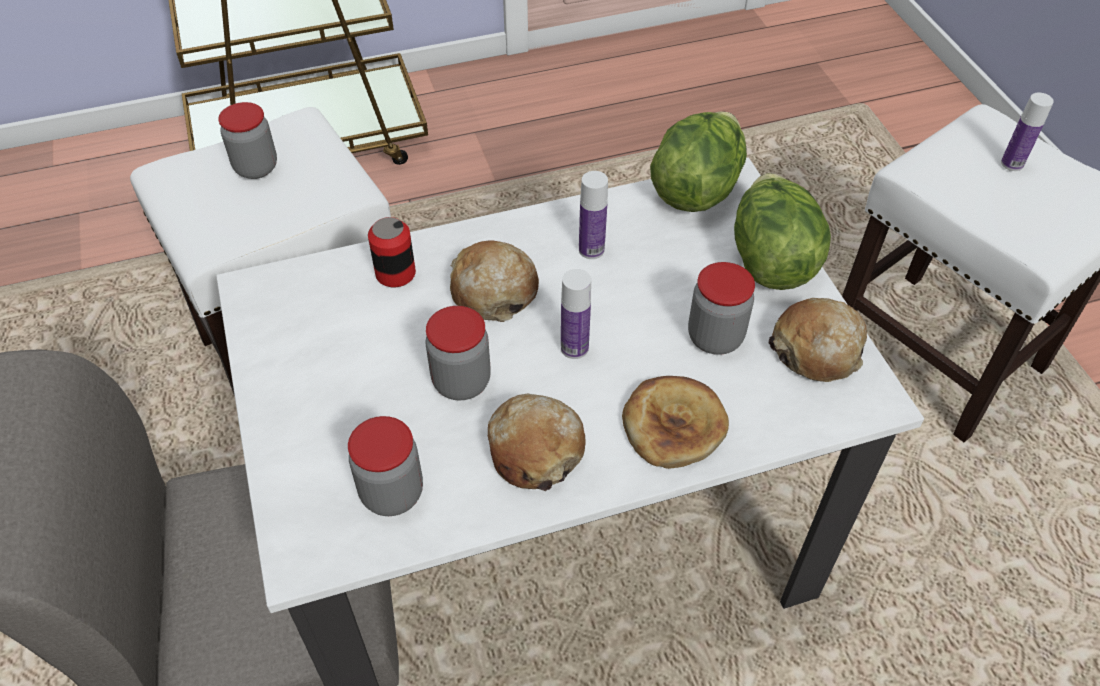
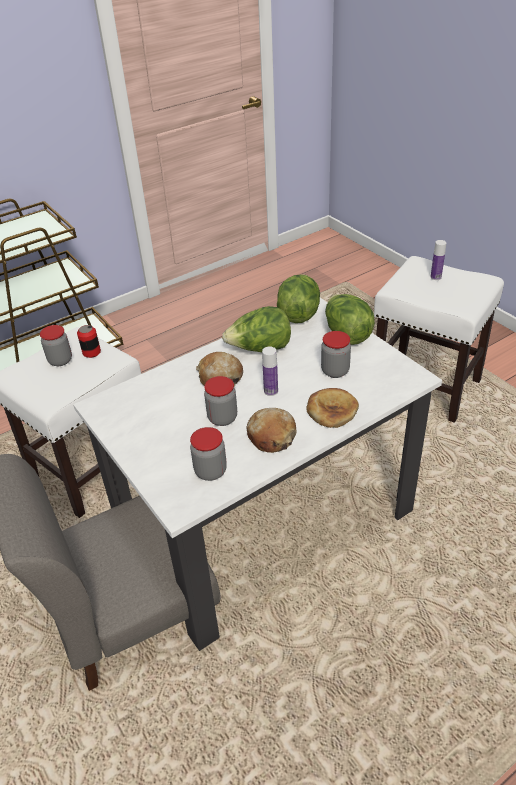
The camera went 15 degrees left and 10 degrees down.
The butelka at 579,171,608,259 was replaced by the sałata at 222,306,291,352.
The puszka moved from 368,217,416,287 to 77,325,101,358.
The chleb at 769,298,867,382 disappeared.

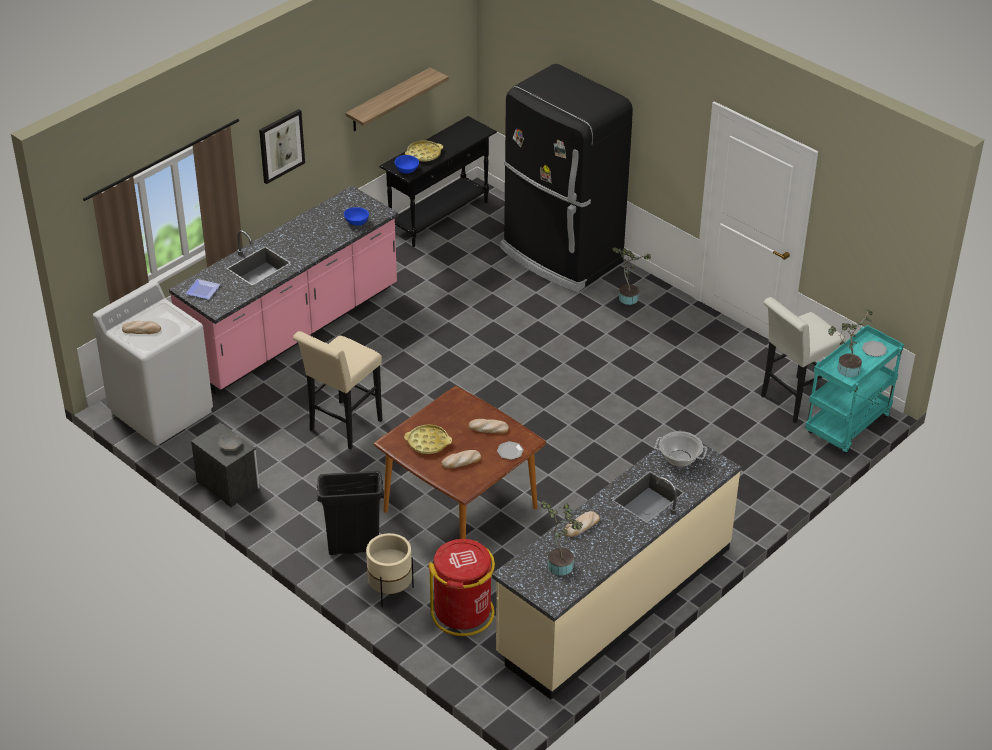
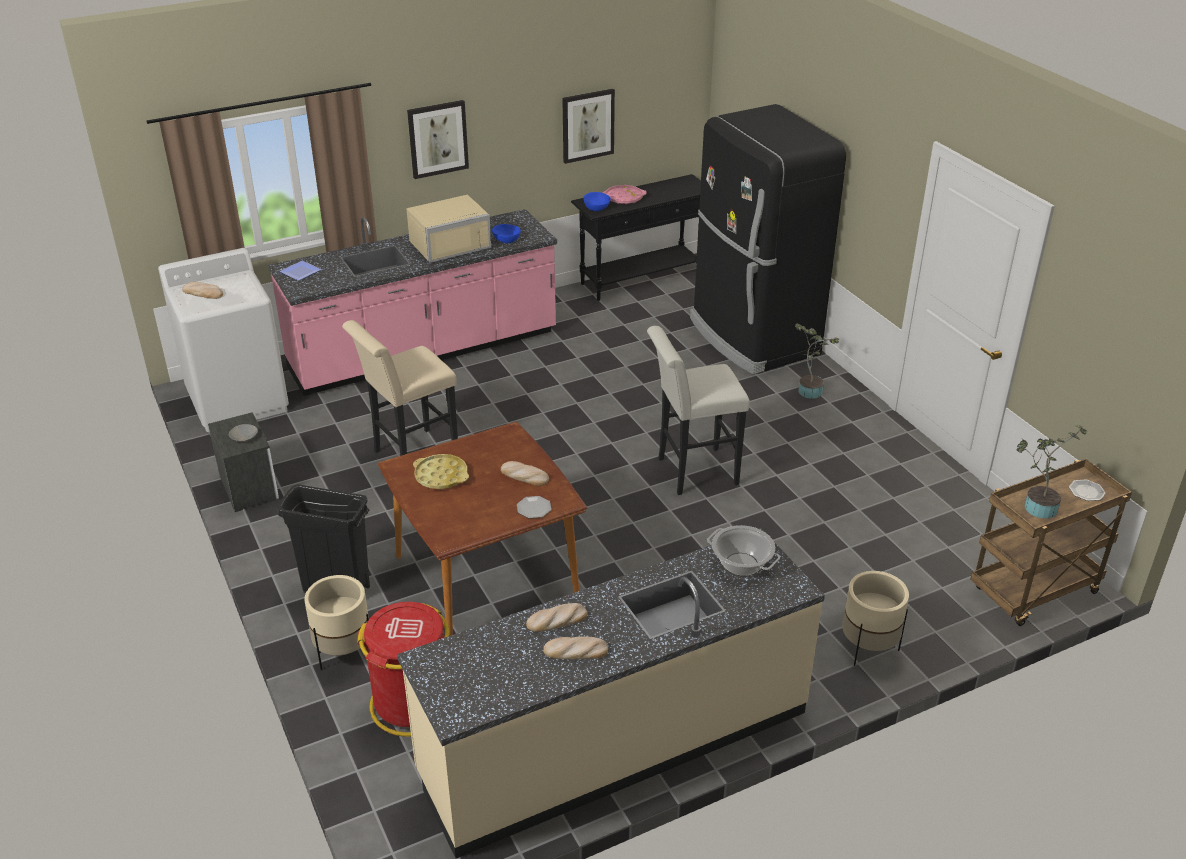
The camera went 20 degrees right and 5 degrees down.
The półka at 346,67,449,131 was replaced by the obraz at 562,89,615,164.
The taca/żółty at 405,141,443,162 became the taca/różowy at 602,185,647,204.
The stołek/biały moved from 761,297,846,423 to 647,326,750,495.
The wózek/turkusowy at 805,325,904,454 became the wózek/brązowy at 970,459,1132,626.
The chleb moved from 441,450,481,468 to 543,636,608,659.
The roślina doniczkowa at 541,500,583,576 disappeared.
The mikrofalówka/beżowy at 406,194,491,263 appeared.
The donica/beżowy at 842,571,909,666 appeared.

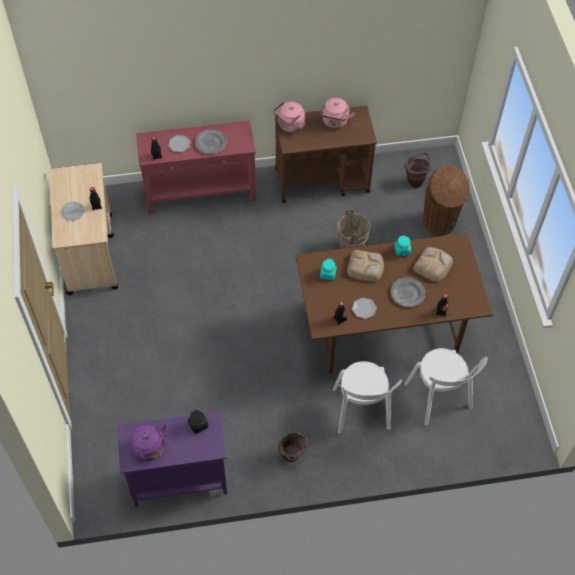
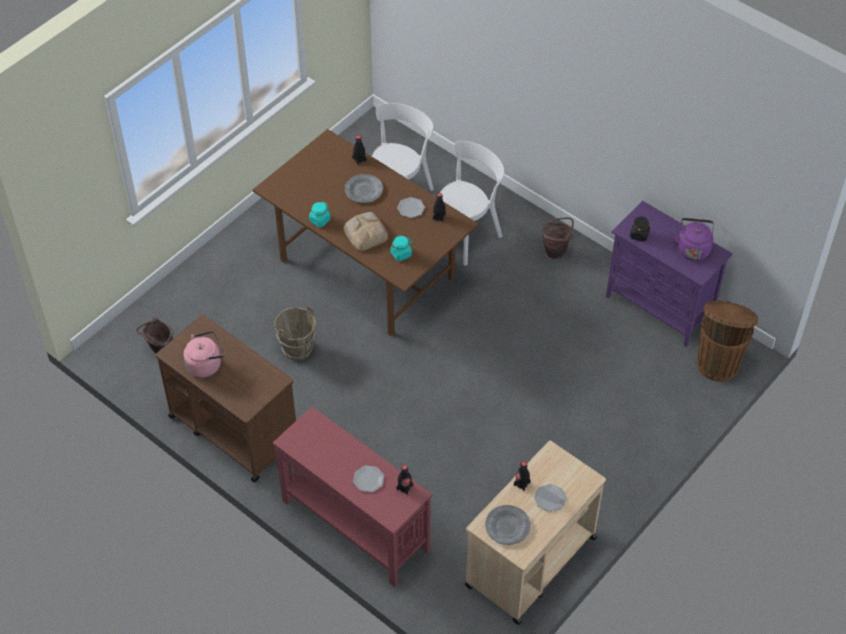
The camera went 130 degrees left and 5 degrees down.
The czajnik/różowy at 273,102,305,132 disappeared.
The talerz/szary moved from 195,129,227,154 to 485,505,530,545.
The kosz na śmieci/brązowy moved from 423,166,470,236 to 697,301,758,381.
The chleb at 413,247,453,282 disappeared.

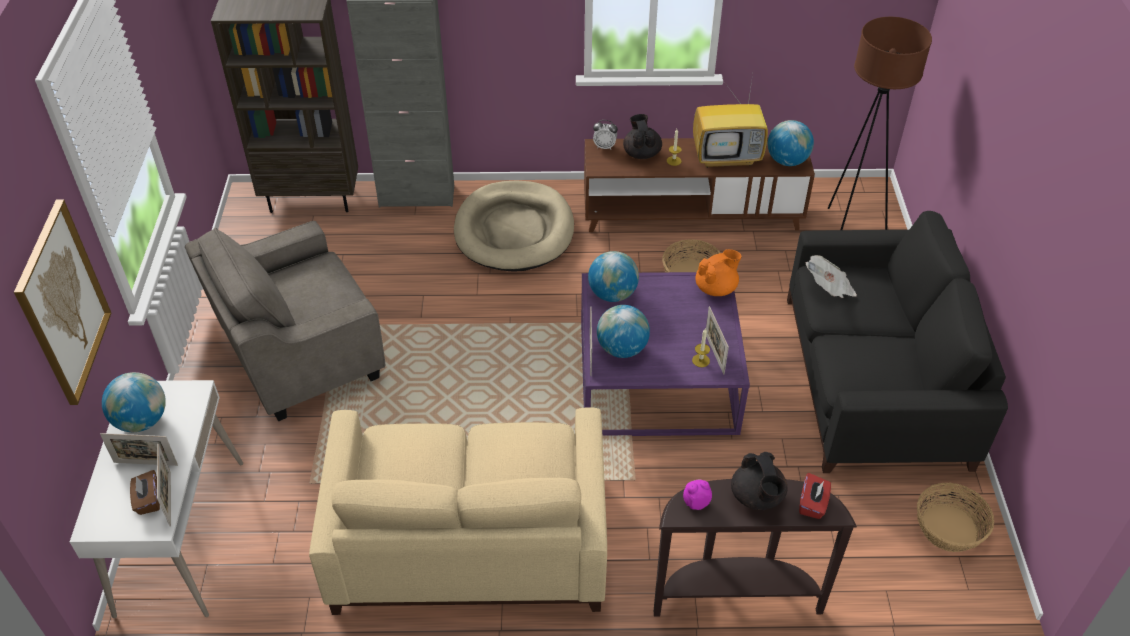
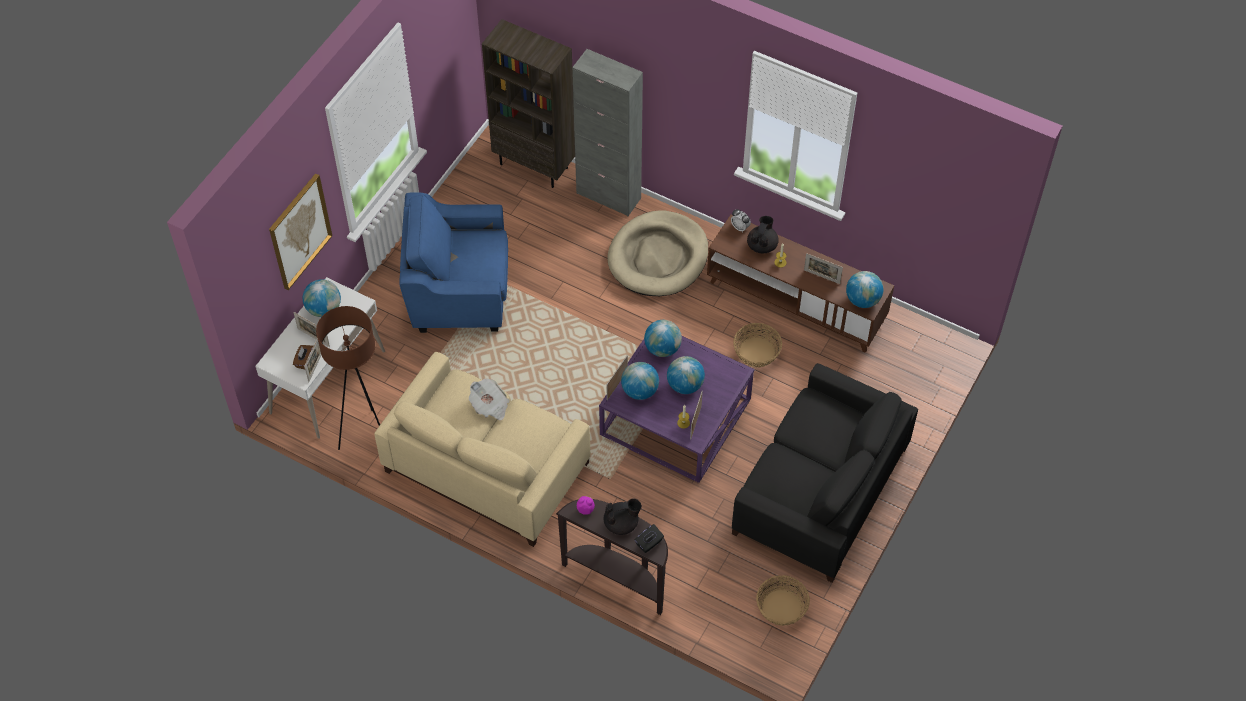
The camera went 30 degrees right and 10 degrees up.
The lampa stojąca/brązowy moved from 828,17,932,230 to 316,306,380,450.
The telewizor at 693,74,768,168 was replaced by the ramka na zdjęcie at 804,253,843,284.
The fotel/szary at 185,221,386,422 became the fotel/niebieski at 399,192,508,333.
The imbryk/pomarańczowy at 695,249,742,296 disappeared.
The gazeta moved from 806,255,857,298 to 469,379,509,420.
The imbryk/czarny at 731,452,788,510 turned 120 degrees counterclockwise.
The pudełko chusteczek/czerwony at 799,473,831,519 became the pudełko chusteczek/czarny at 635,524,664,553.
The globus at 667,356,705,394 appeared.

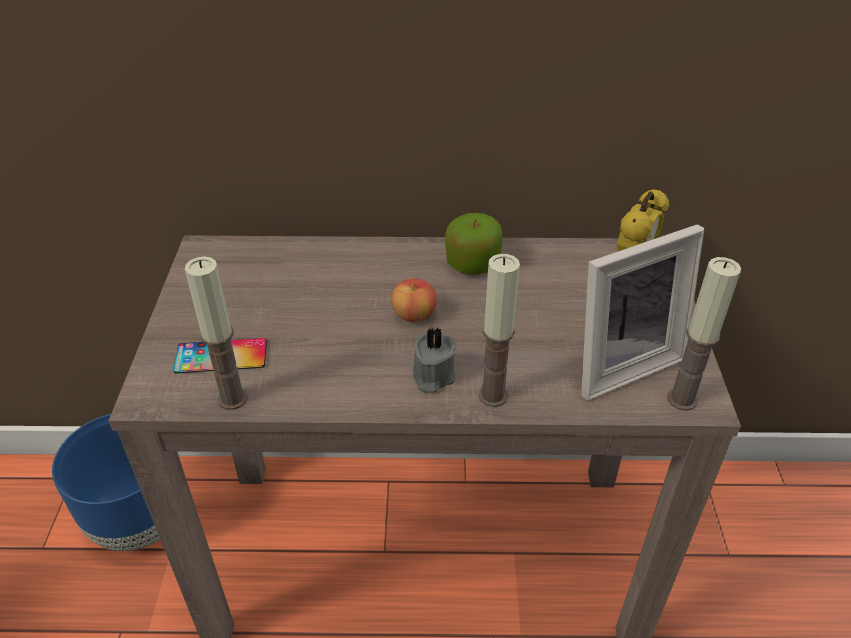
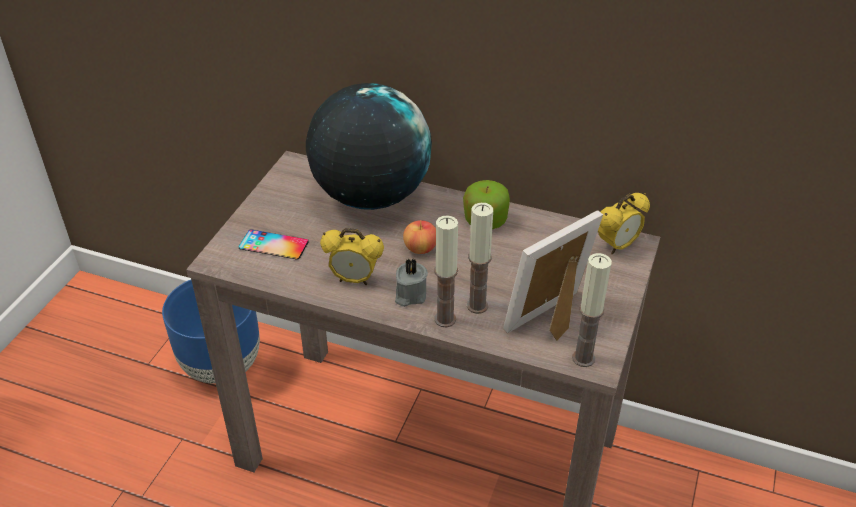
The camera went 20 degrees right and 0 degrees up.
The ramka na zdjęcie at 581,224,704,400 turned 150 degrees clockwise.
The świeca moved from 185,256,248,410 to 467,203,493,314.
The globus at 306,83,432,210 appeared.
The budzik at 320,228,384,285 appeared.

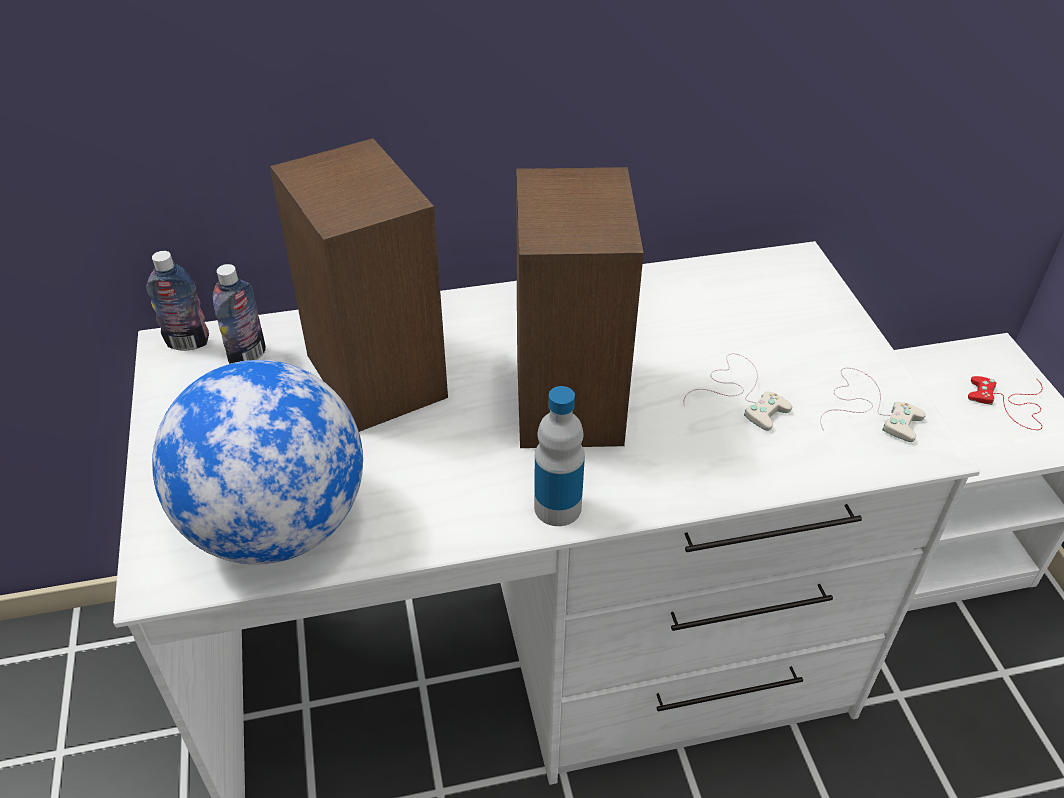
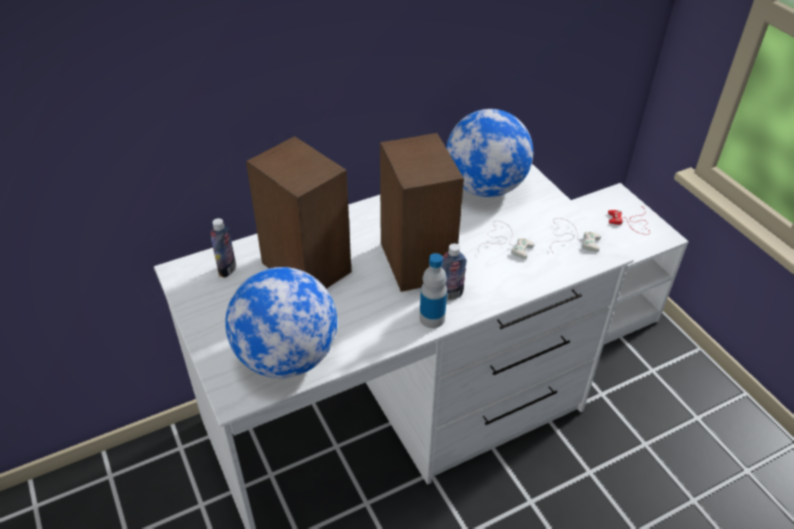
The camera went 15 degrees left and 0 degrees up.
The butelka moved from 146,251,209,351 to 441,243,467,300.
The globus at 446,109,533,197 appeared.

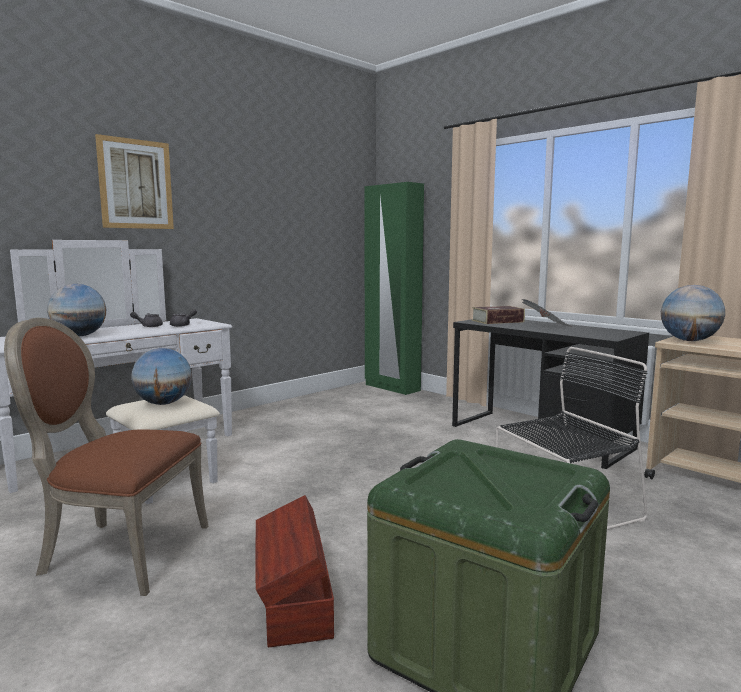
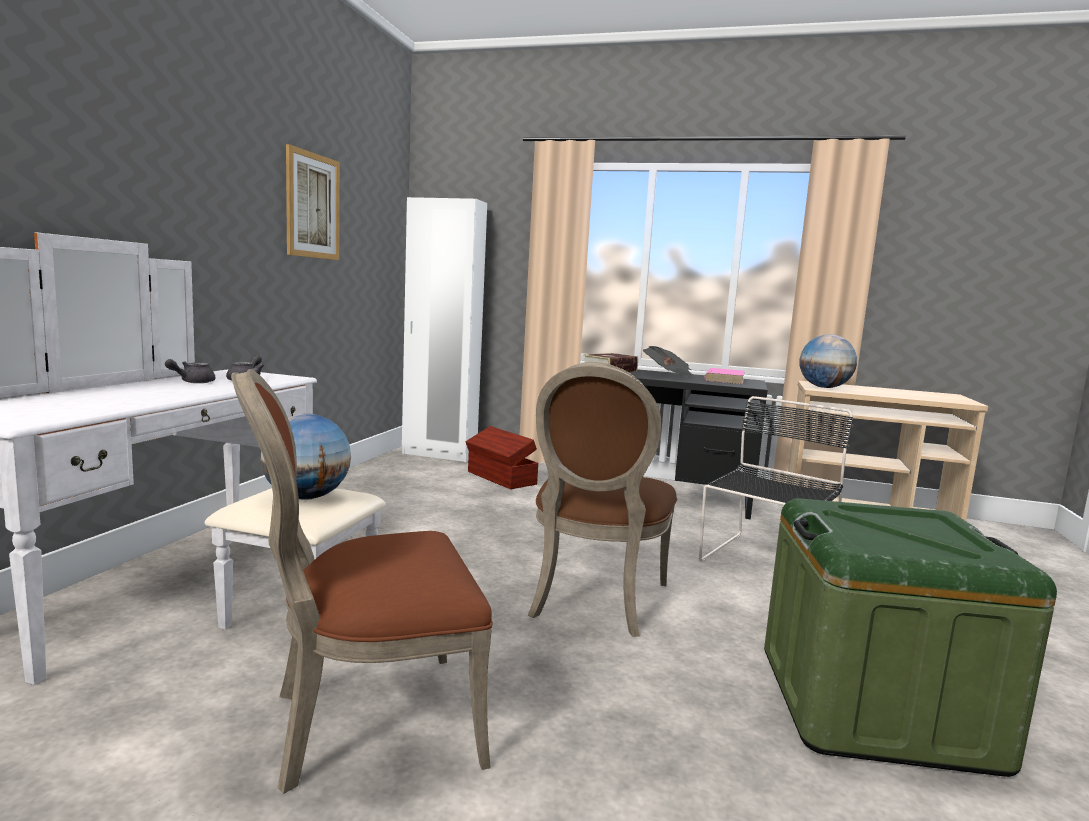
The camera went 30 degrees left and 0 degrees up.
The obraz moved from 95,134,174,229 to 286,144,340,260.
The szafa/zielony at 364,182,424,395 became the szafa/biały at 402,197,487,462.
The globus at 47,284,106,336 disappeared.
The pojemnik do przechowywania/brązowy moved from 256,495,334,647 to 466,426,538,489.
The krzesło/brązowy at 528,362,677,637 appeared.
The książka/różowy at 705,368,744,384 appeared.

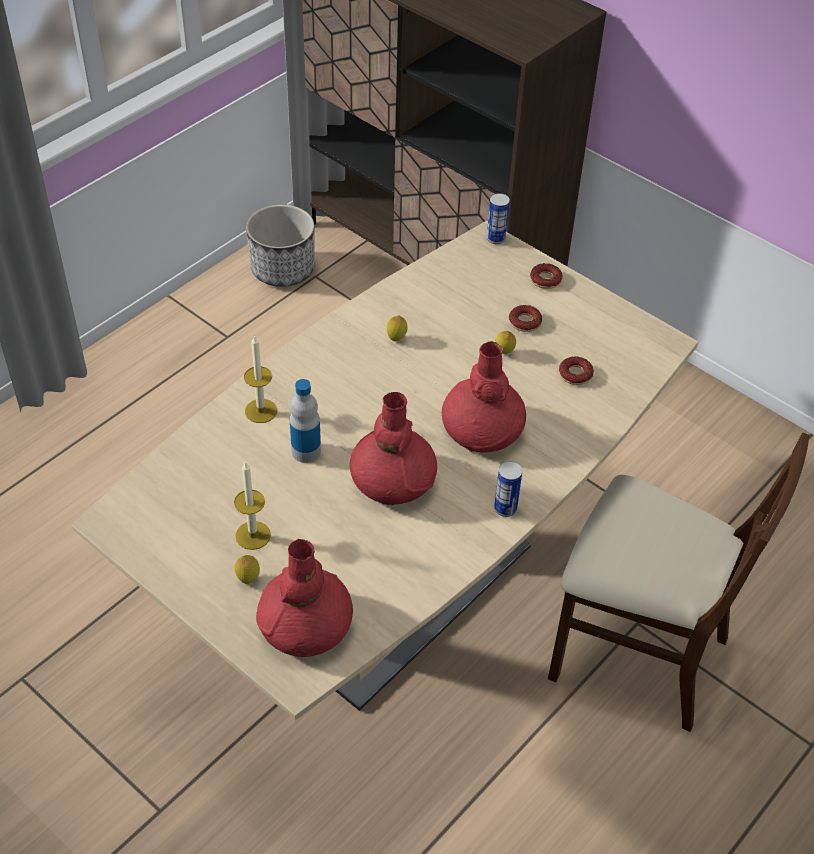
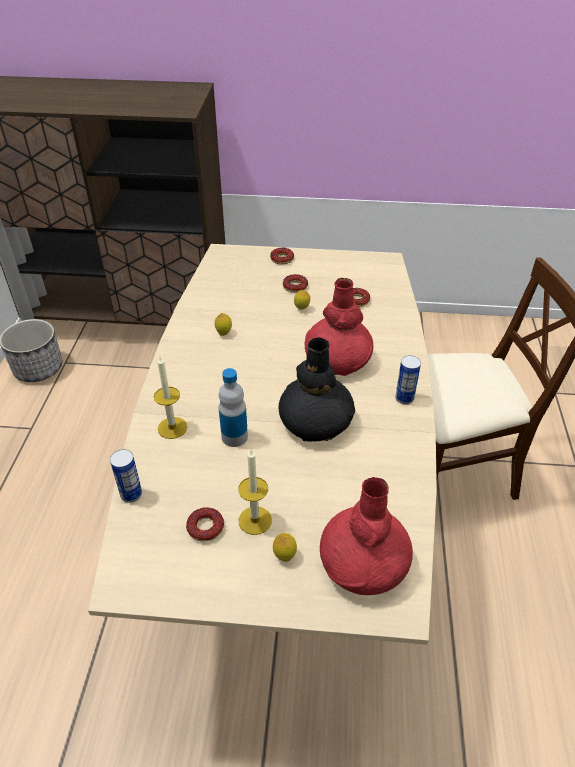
The camera went 35 degrees left and 5 degrees down.
The puszka moved from 487,193,510,244 to 110,449,142,503.
The wazon/czerwony at 350,392,437,506 became the wazon/czarny at 279,338,355,442.
The donut at 186,507,224,542 appeared.

